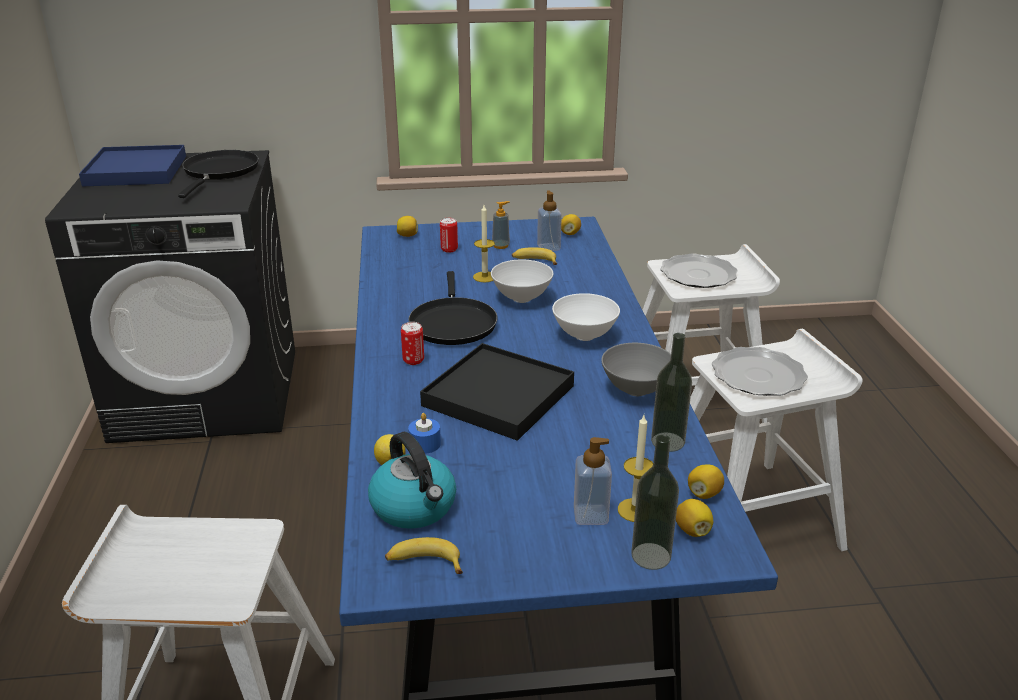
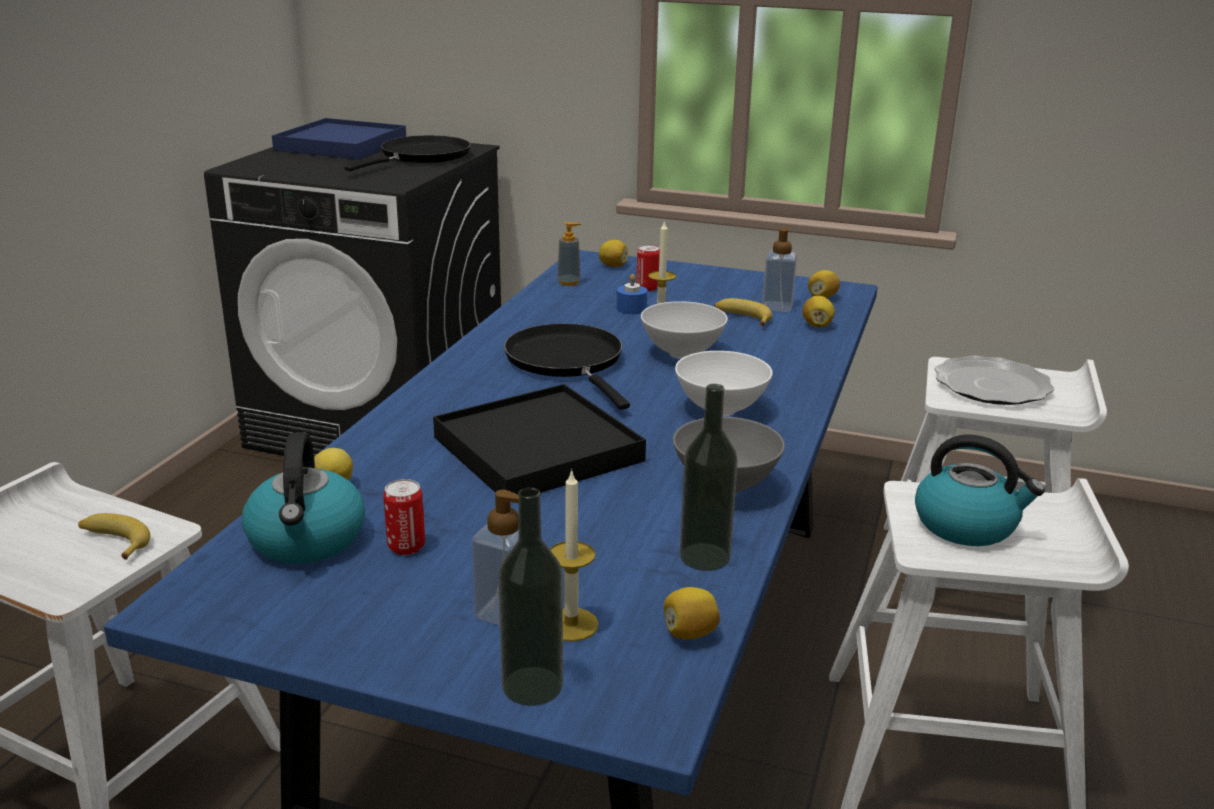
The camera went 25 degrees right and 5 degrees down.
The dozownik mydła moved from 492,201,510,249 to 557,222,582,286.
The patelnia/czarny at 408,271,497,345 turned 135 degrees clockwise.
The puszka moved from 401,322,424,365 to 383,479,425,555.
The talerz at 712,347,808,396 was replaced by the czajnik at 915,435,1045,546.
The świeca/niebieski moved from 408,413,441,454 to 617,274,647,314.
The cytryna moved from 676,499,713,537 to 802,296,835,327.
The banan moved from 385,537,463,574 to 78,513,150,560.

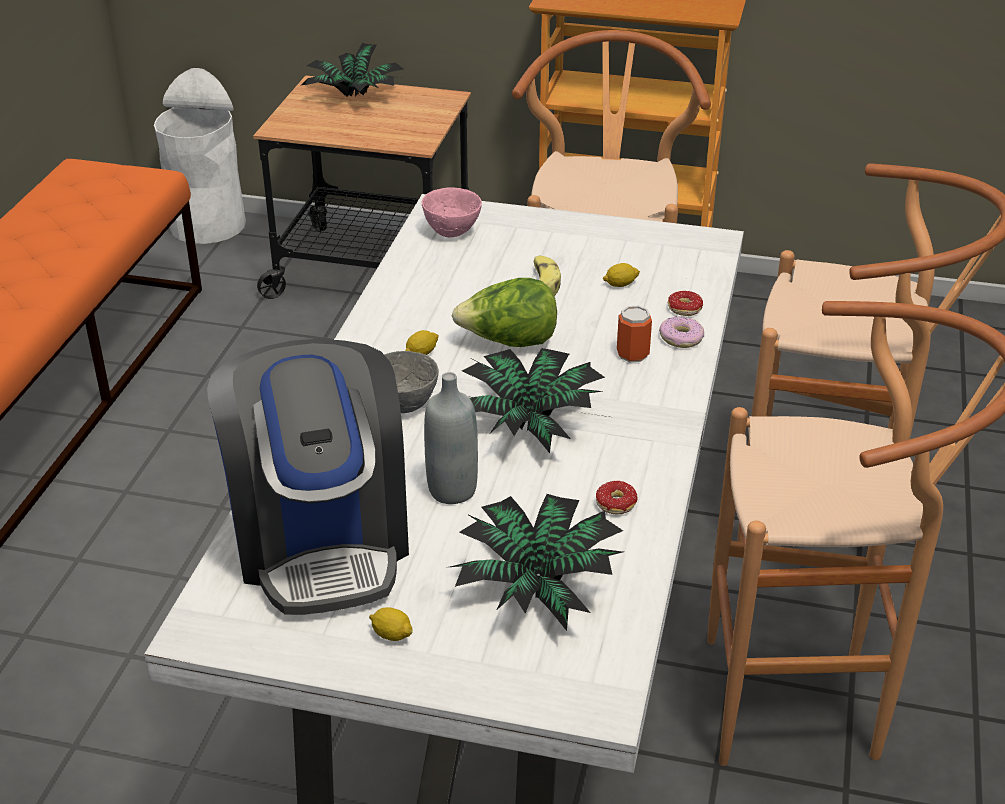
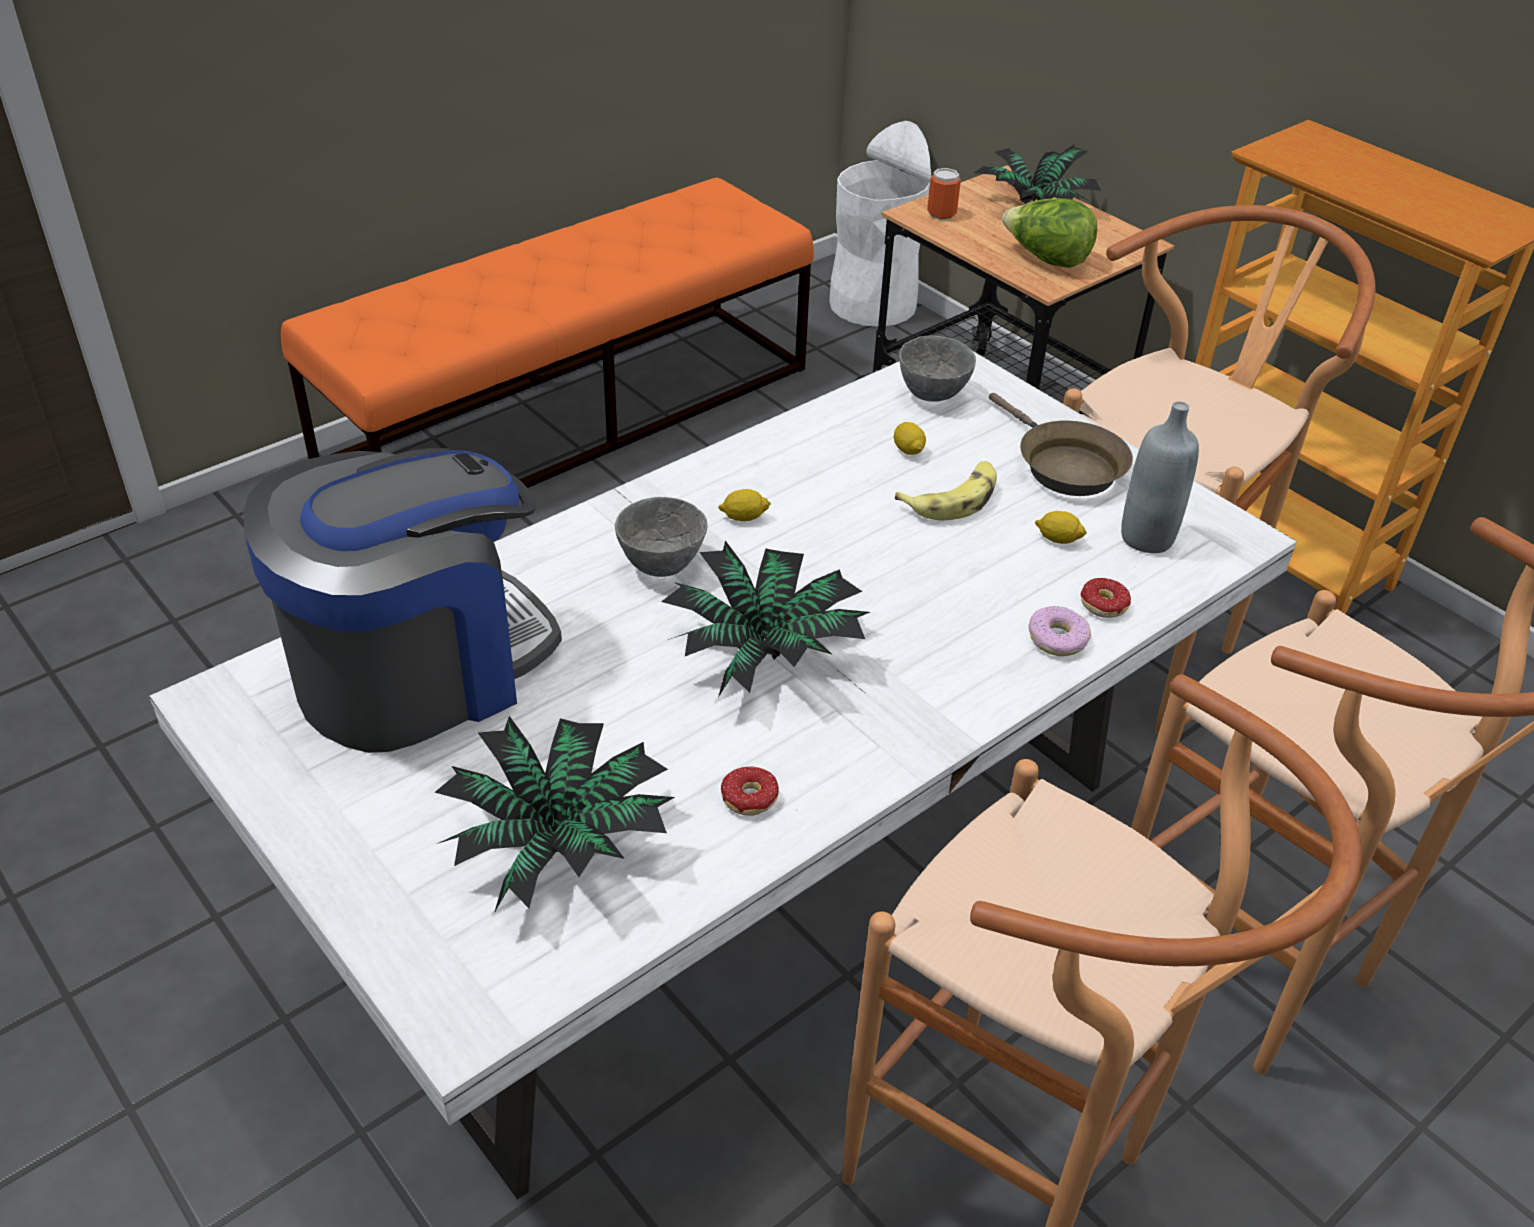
The camera went 35 degrees right and 5 degrees up.
The miska/różowy at 422,187,482,237 became the miska/szary at 899,335,976,402.
The sałata moved from 452,278,557,347 to 1002,198,1097,268.
The puszka moved from 617,305,652,362 to 927,168,961,220.
The ekspres do kawy at 207,339,409,615 turned 150 degrees counterclockwise.
The butelka/szary moved from 424,372,478,504 to 1121,401,1199,553.
The cytryna moved from 369,607,413,641 to 894,422,926,455.
The patelnia/brązowy at 989,393,1133,496 appeared.

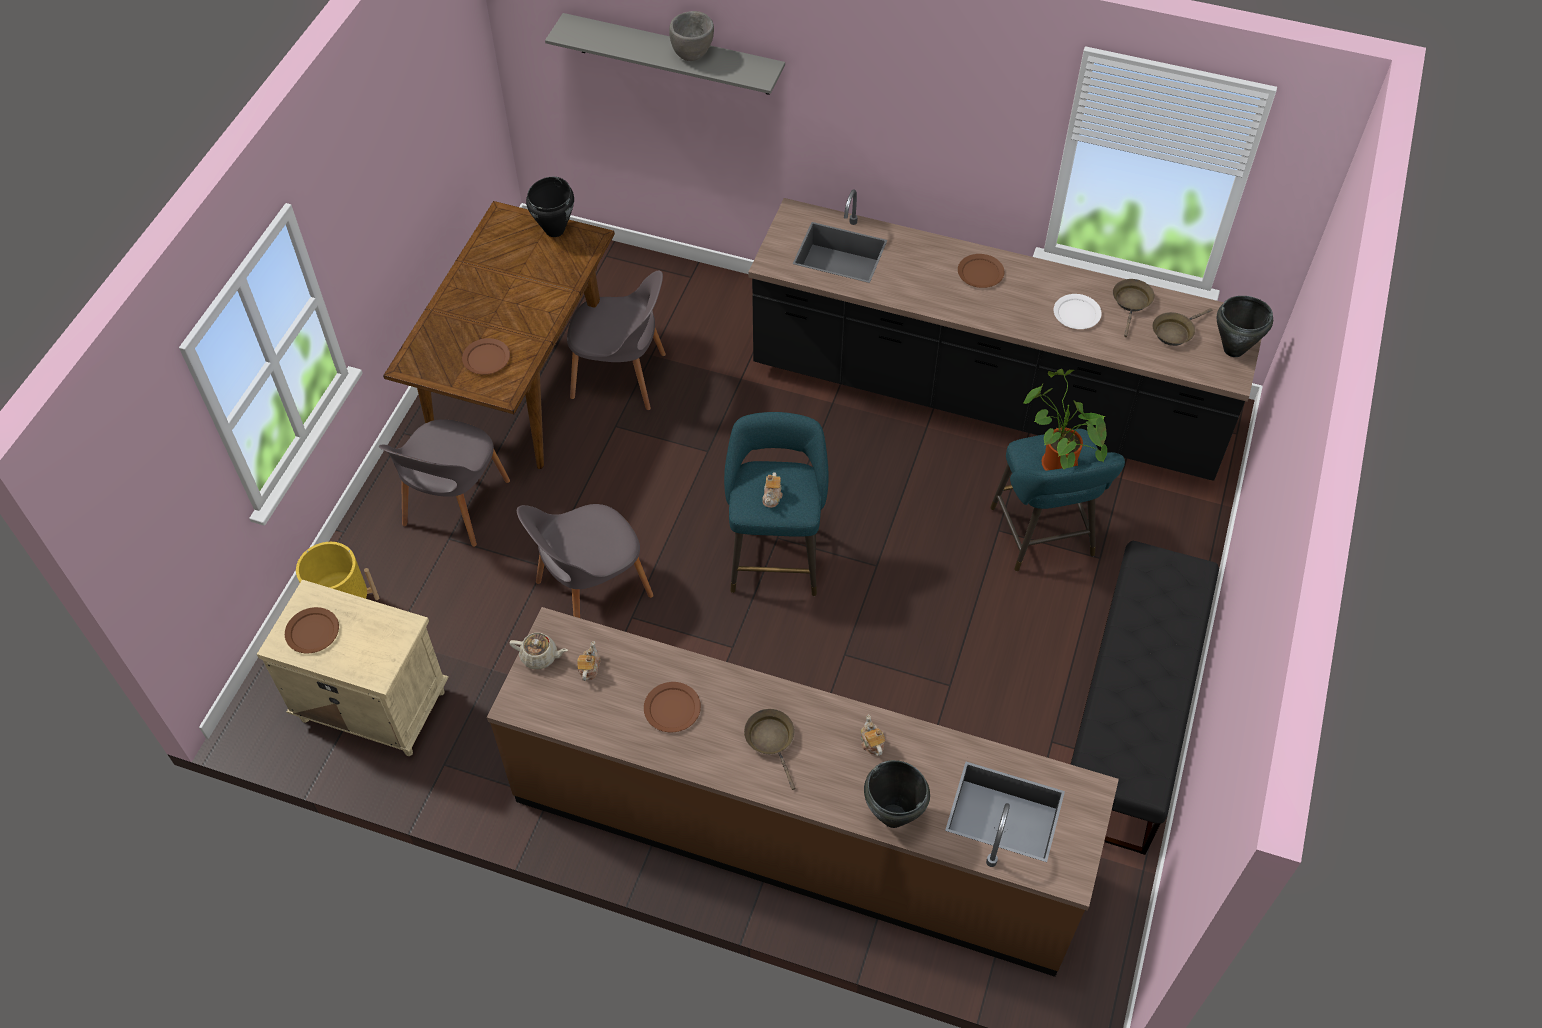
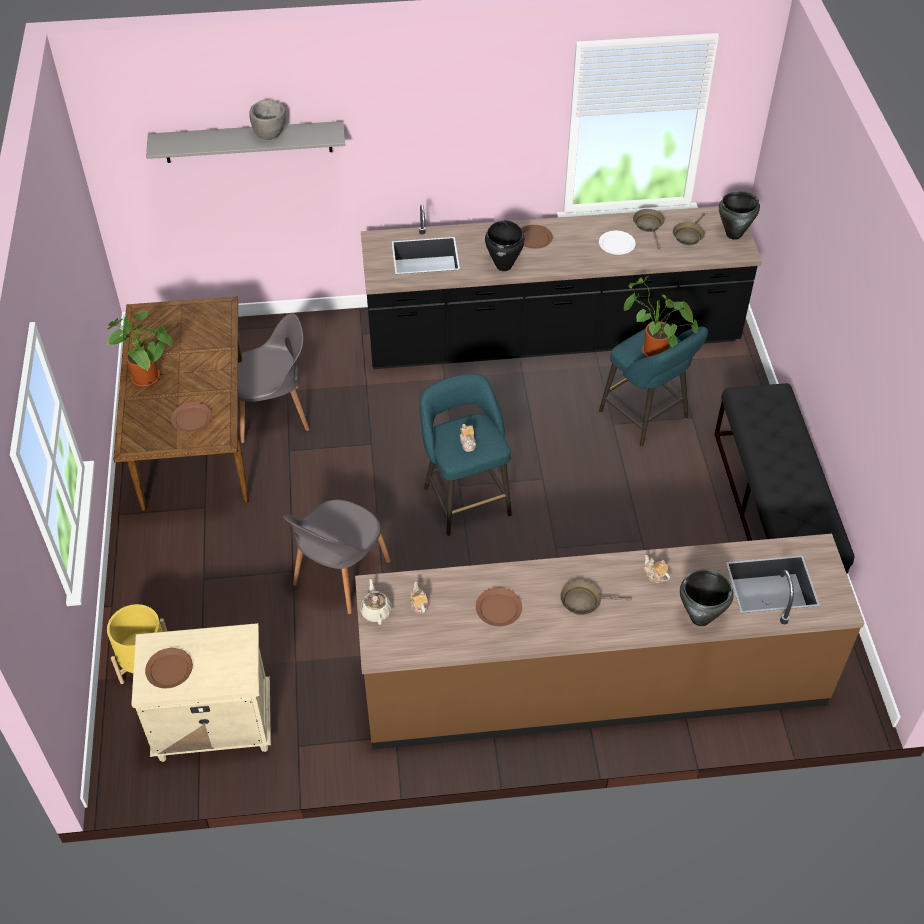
The camera went 25 degrees left and 5 degrees down.
The garnek/czarny moved from 526,177,574,237 to 485,220,525,271.
The krzesło/szary at 379,419,510,547 disappeared.
The imbryk/beżowy at 509,633,568,669 turned 90 degrees counterclockwise.
The patelnia/brązowy at 744,709,795,790 turned 45 degrees counterclockwise.
The roślina doniczkowa at 107,311,172,387 appeared.

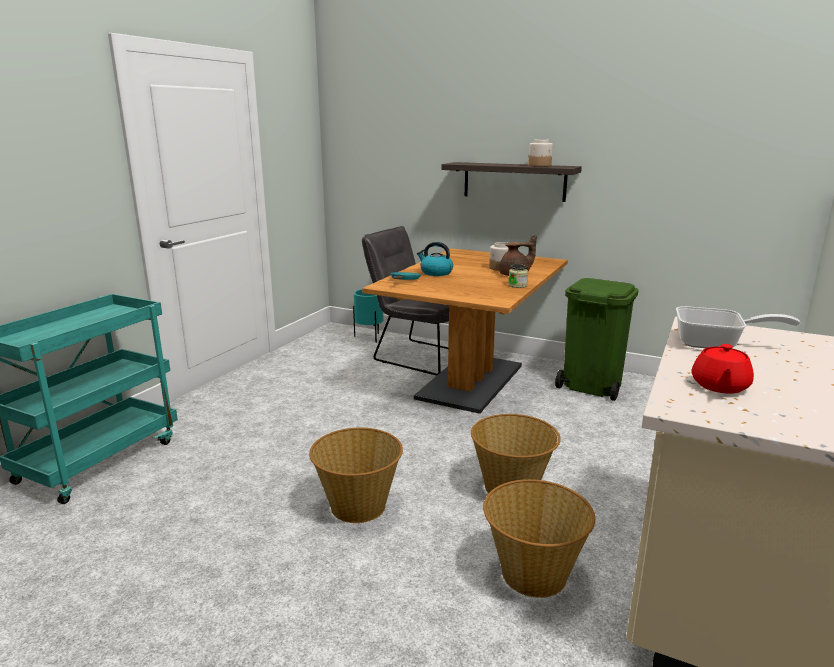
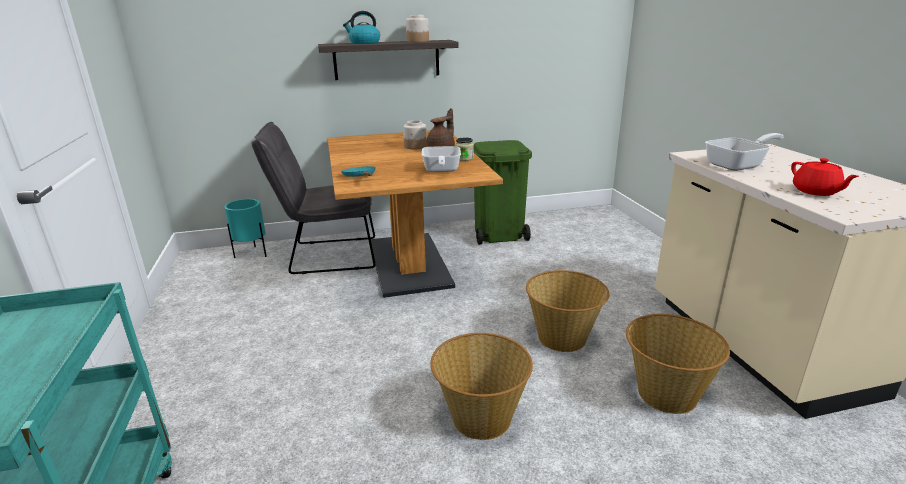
The camera went 40 degrees left and 5 degrees up.
The czajnik moved from 417,242,453,276 to 343,11,380,44.
The patelnia at 422,146,461,172 appeared.

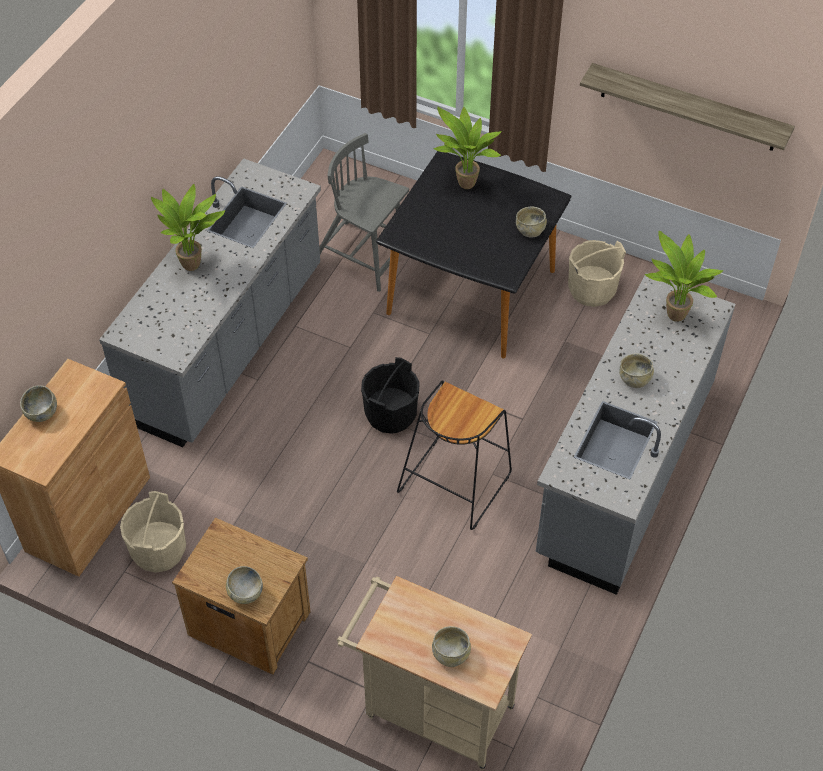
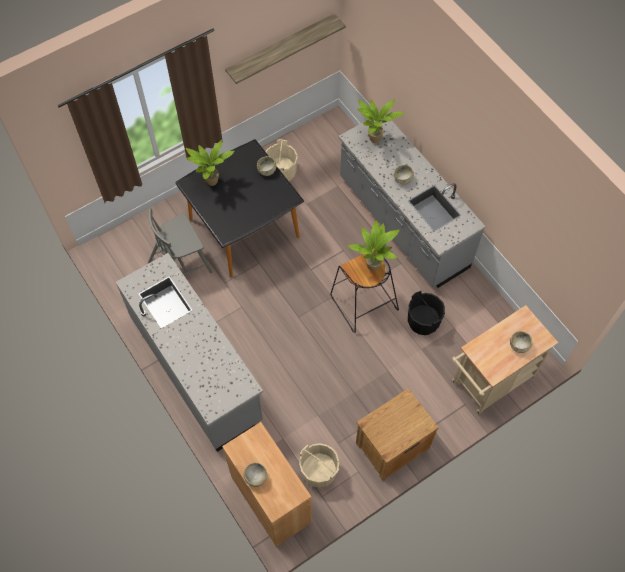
The camera went 60 degrees left and 10 degrees up.
The roślina doniczkowa moved from 151,184,225,271 to 347,220,399,271.
The wiadro/czarny moved from 361,357,420,434 to 408,291,445,335.
The miska/beżowy at 226,566,263,604 disappeared.

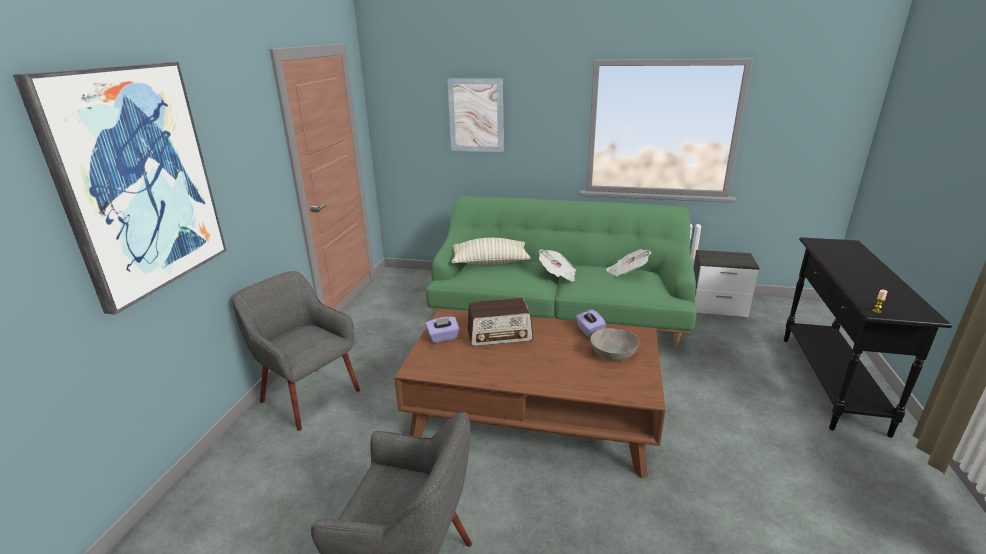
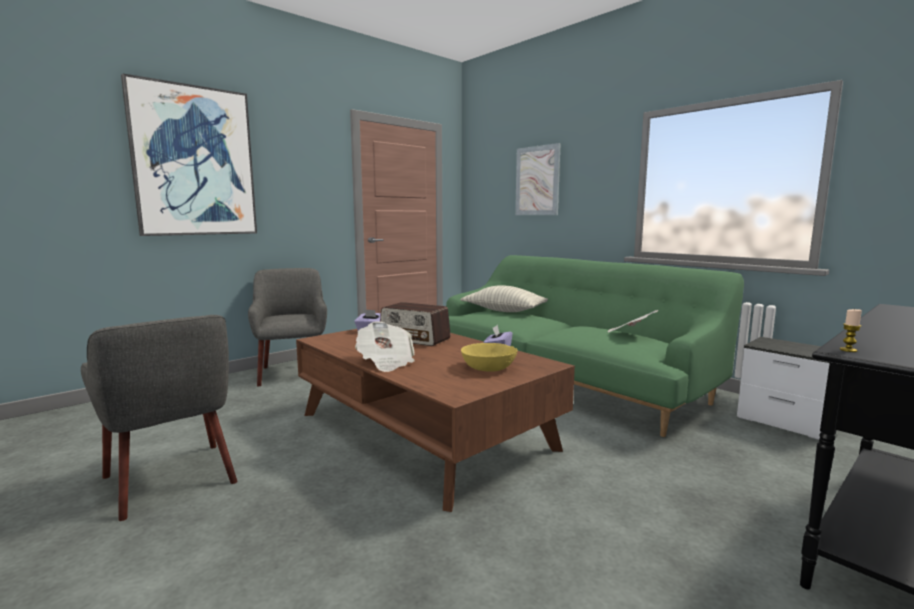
The camera went 35 degrees right and 15 degrees down.
The gazeta moved from 539,249,576,281 to 355,321,415,372.
The miska/szary at 590,328,639,361 became the miska/żółty at 461,343,518,372.

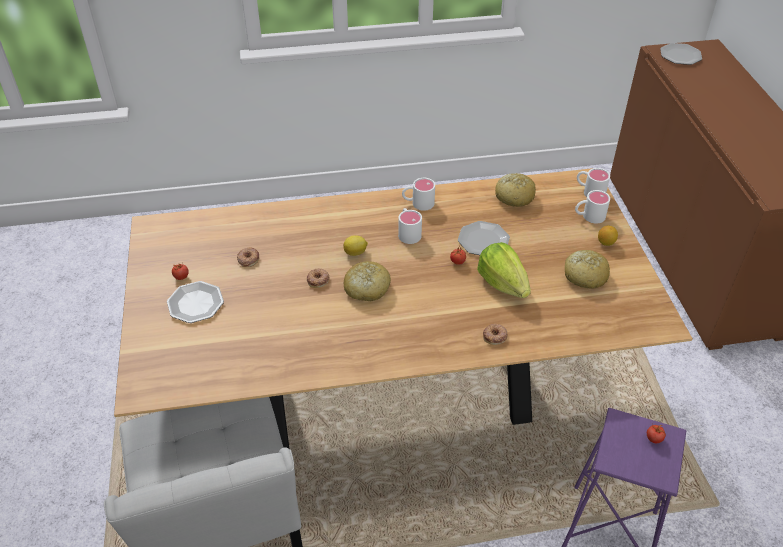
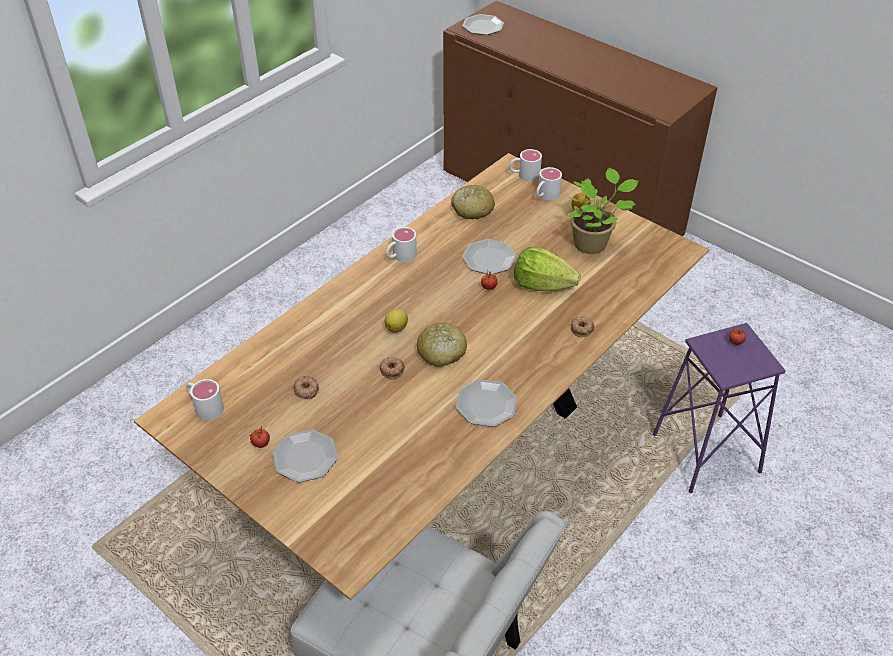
The camera went 40 degrees left and 0 degrees up.
The kubek/biały moved from 398,208,422,244 to 186,379,224,420.
The chleb at 565,250,610,288 was replaced by the roślina doniczkowa at 568,168,639,254.
The talerz at 456,379,517,427 appeared.

